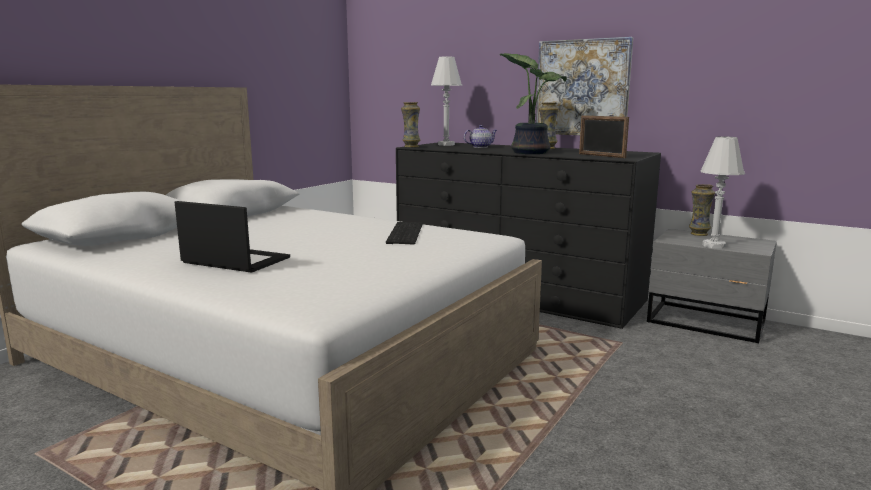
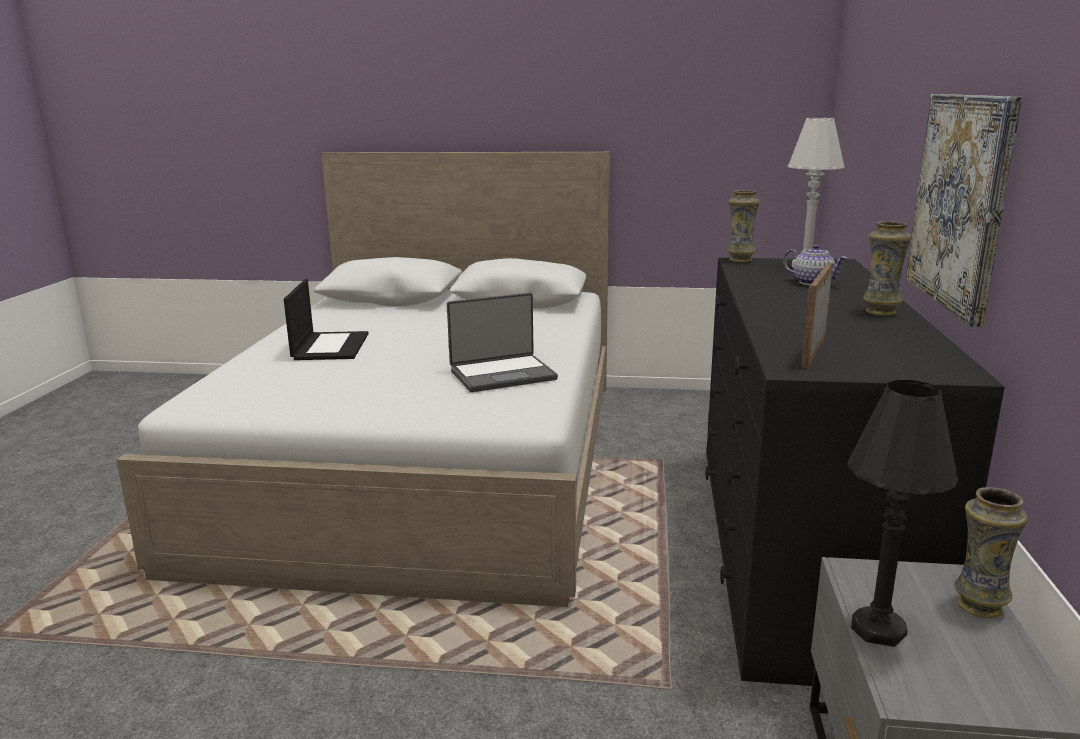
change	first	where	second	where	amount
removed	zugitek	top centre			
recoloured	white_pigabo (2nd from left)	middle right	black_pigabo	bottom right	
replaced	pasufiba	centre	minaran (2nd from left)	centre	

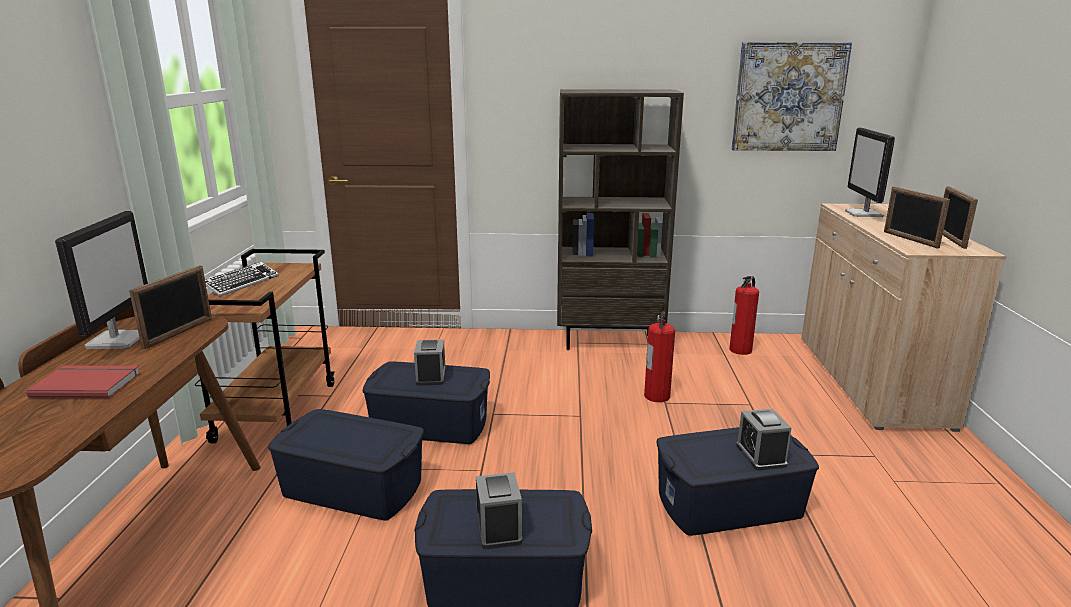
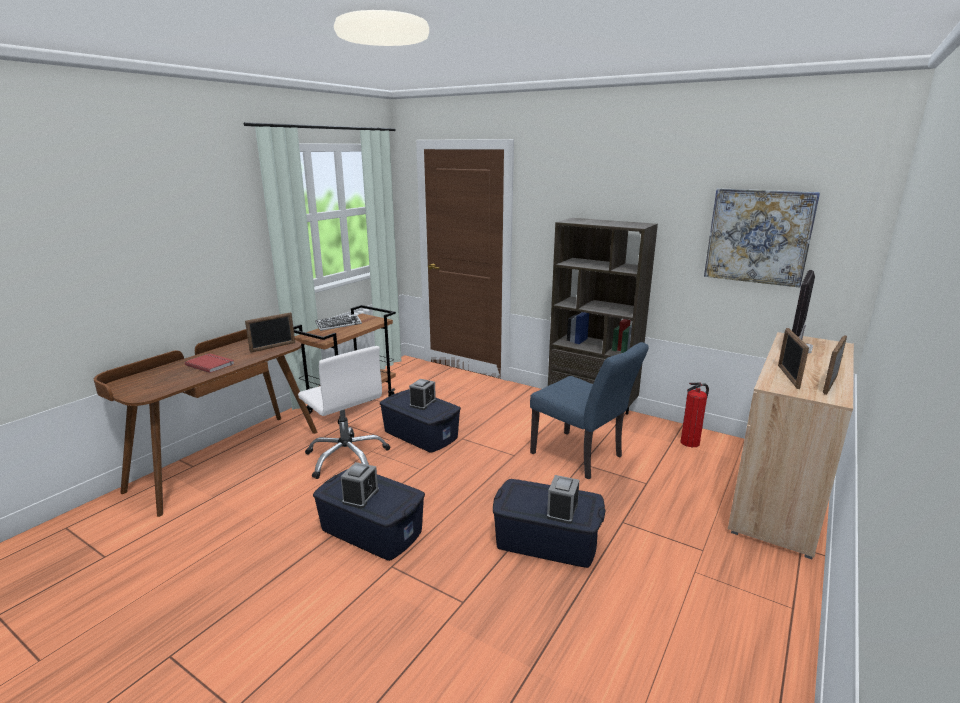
change	first	where	second	where	amount
removed	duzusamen (1st from left)	middle left			
replaced	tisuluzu (1st from left)	centre	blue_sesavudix	centre	
replaced	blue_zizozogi (1st from left)	bottom left	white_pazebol	centre	

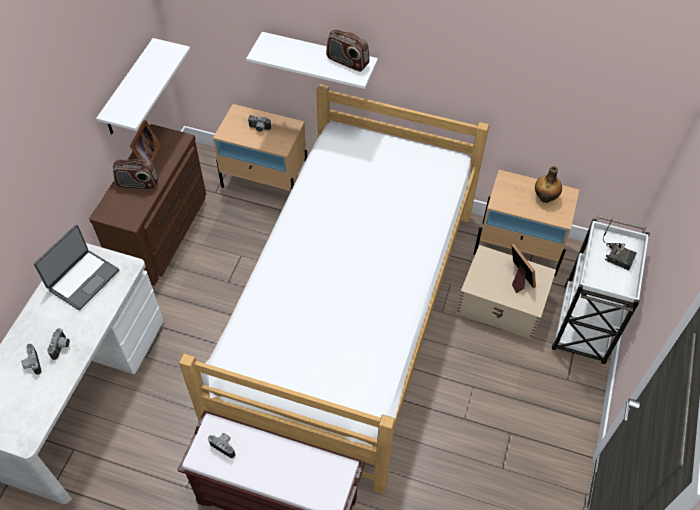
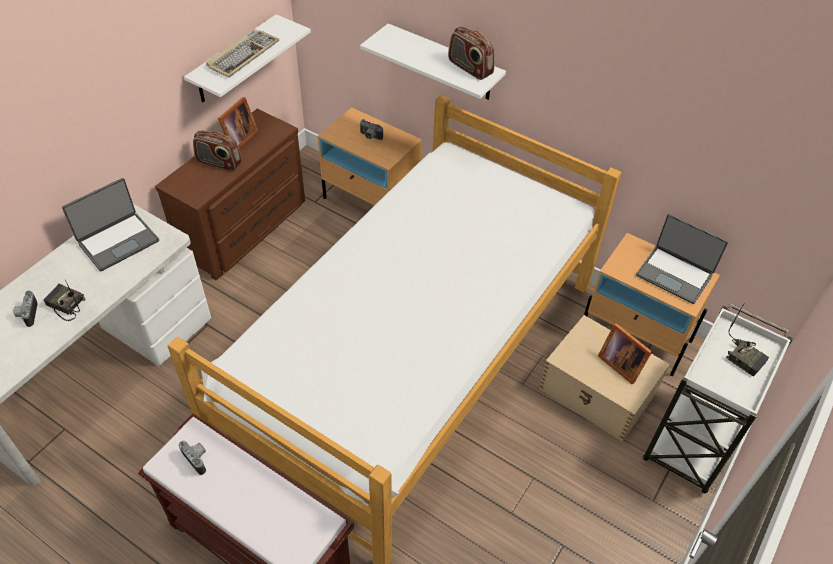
change	first	where	second	where	amount
replaced	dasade	middle right	minaran (2nd from left)	middle right	
turned	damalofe (2nd from left)	middle right		middle right	150 degrees clockwise
replaced	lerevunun (2nd from left)	bottom left	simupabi (1st from left)	middle left	
added			pasufiba	top left	

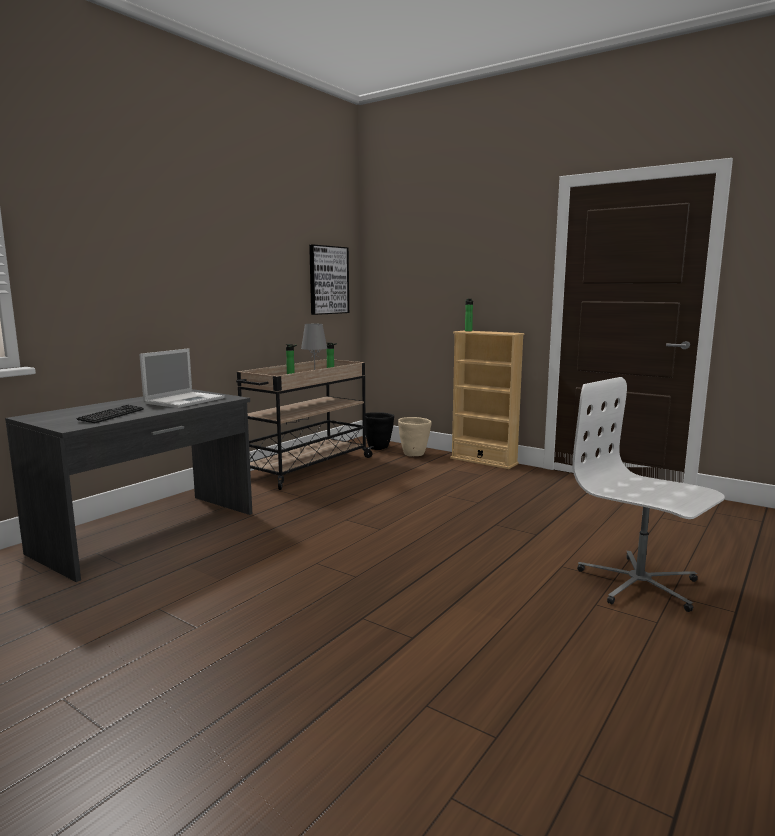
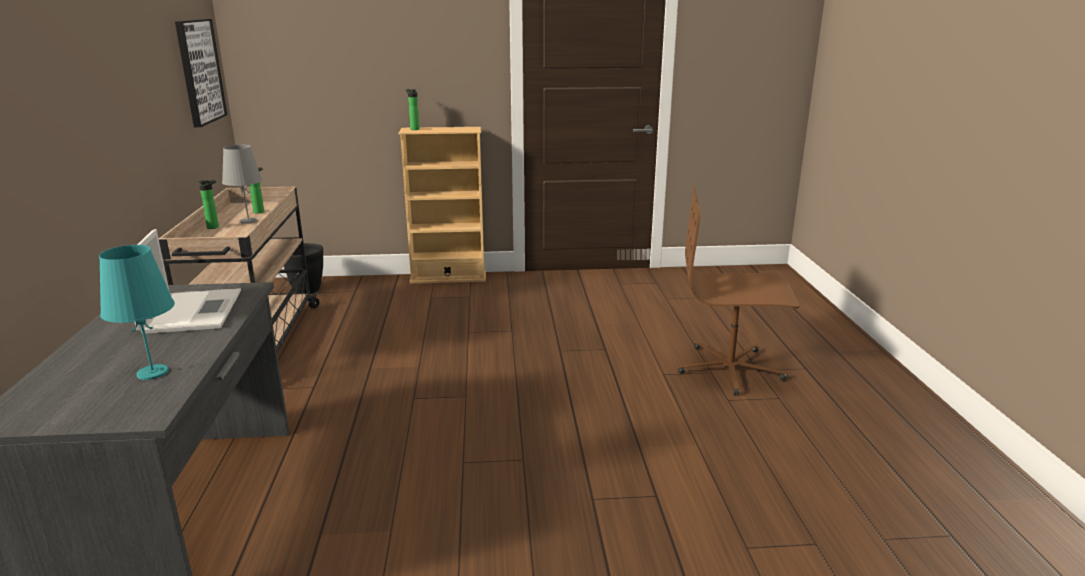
change	first	where	second	where	amount
recoloured	white_pazebol	middle right	brown_pazebol	middle right	
replaced	pasufiba	middle left	turquoise_pigabo	middle left	
removed	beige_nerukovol	centre			

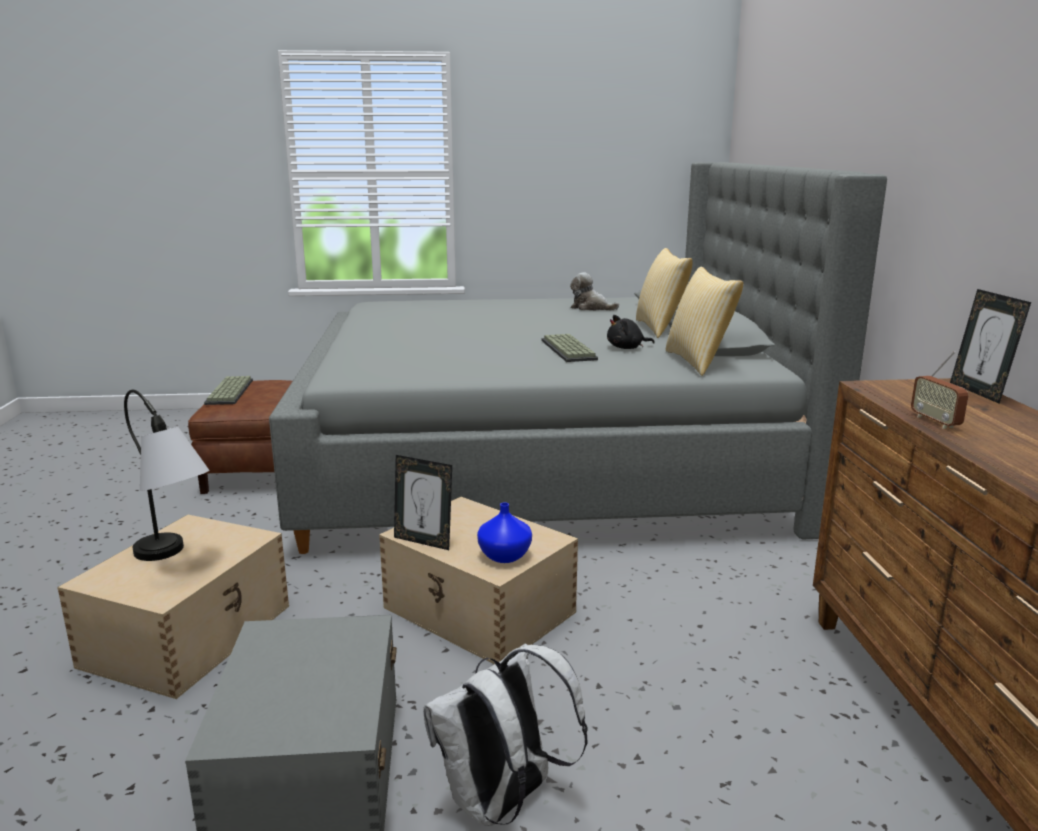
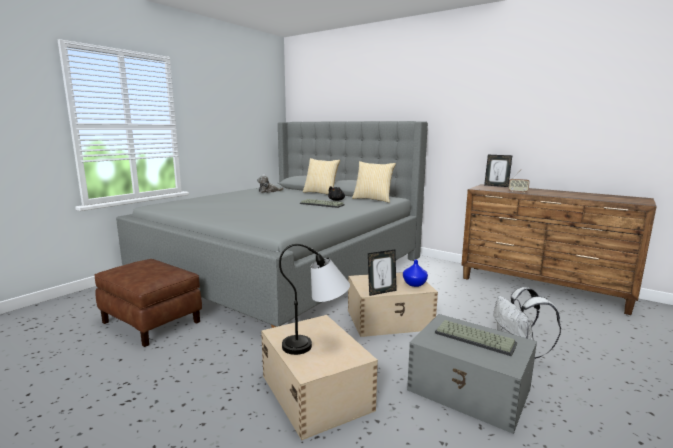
change	first	where	second	where	amount
moved	pasufiba (1st from left in the first image)	middle left	pasufiba (2nd from left)	bottom right	

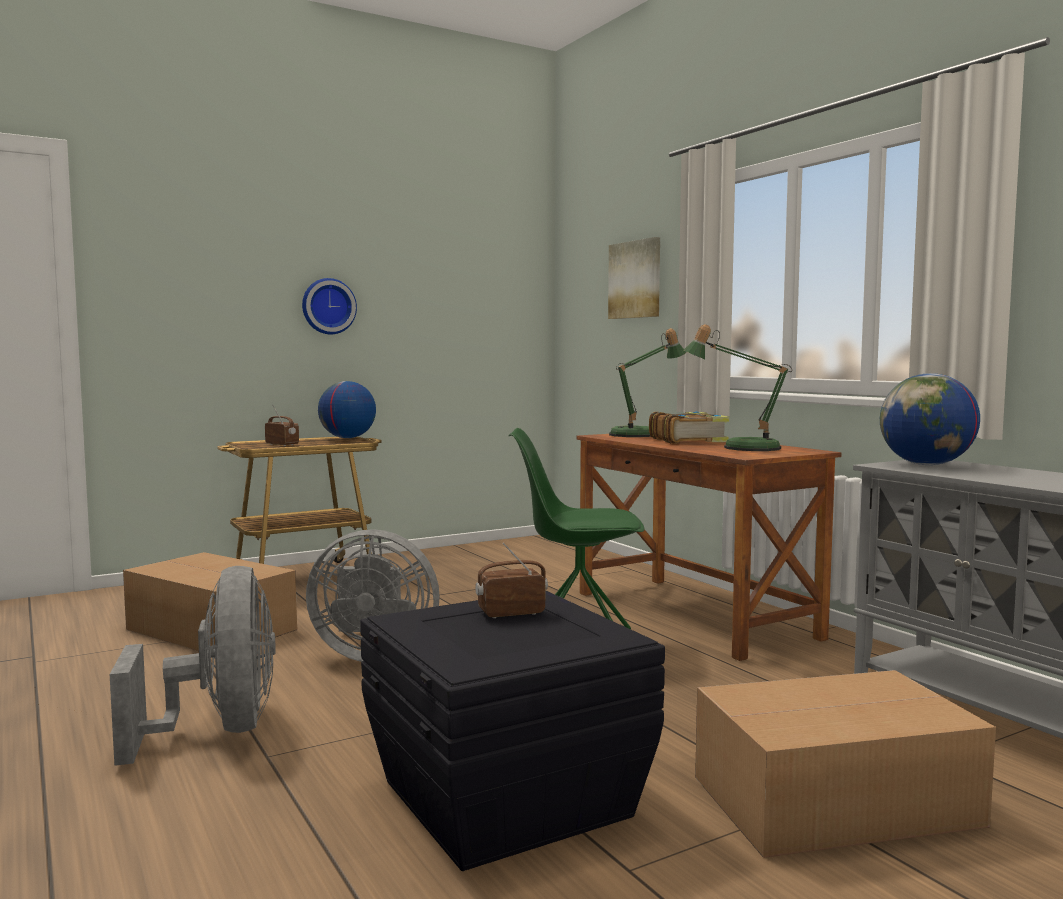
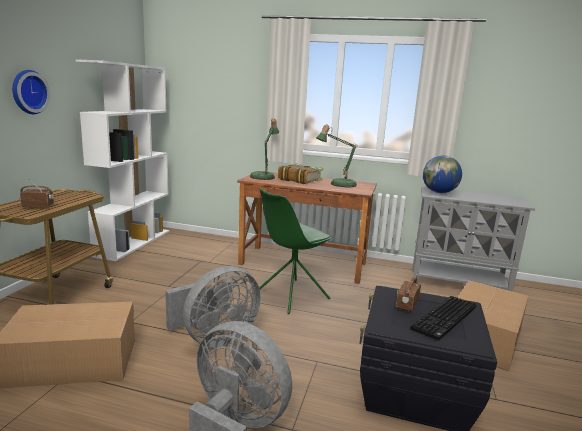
change	first	where	second	where	amount
removed	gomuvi	top centre			
removed	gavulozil (1st from left)	middle left			
added			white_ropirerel	middle left	
added			pasufiba	bottom right	

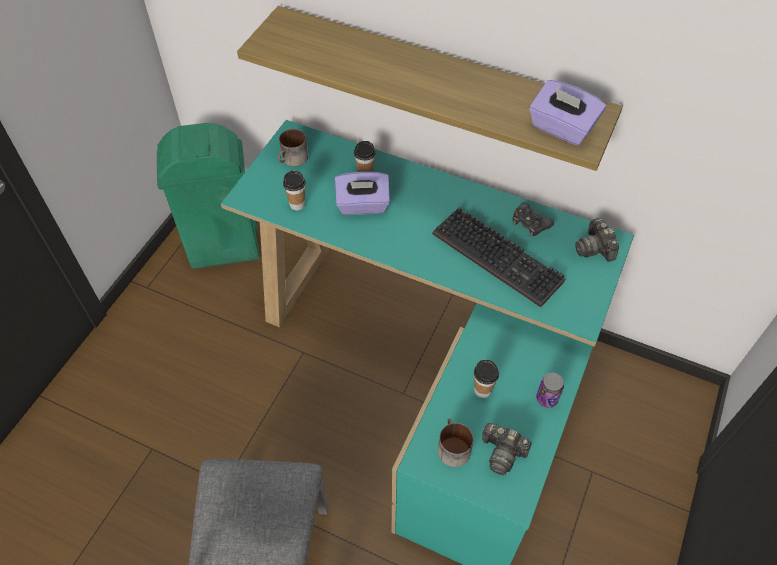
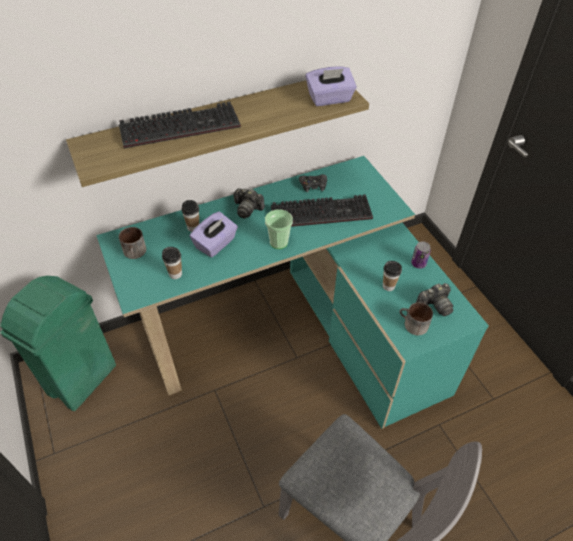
change	first	where	second	where	amount
moved	lerevunun (2nd from left in the first image)	middle right	lerevunun (1st from left)	centre	
added			pasufiba (1st from left)	top left	
added			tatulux (3rd from left)	centre	

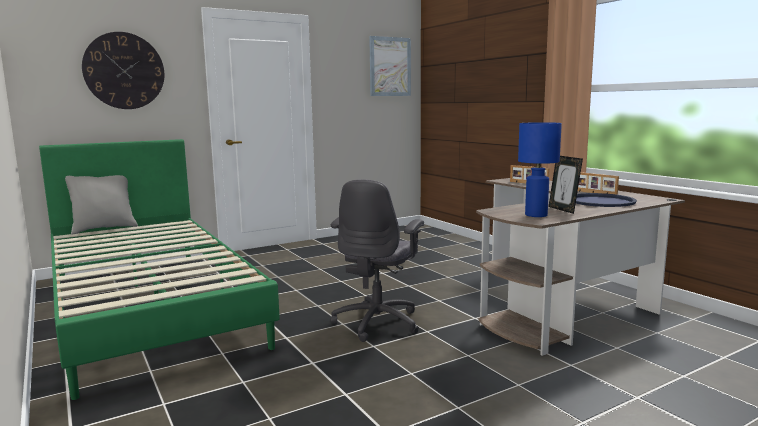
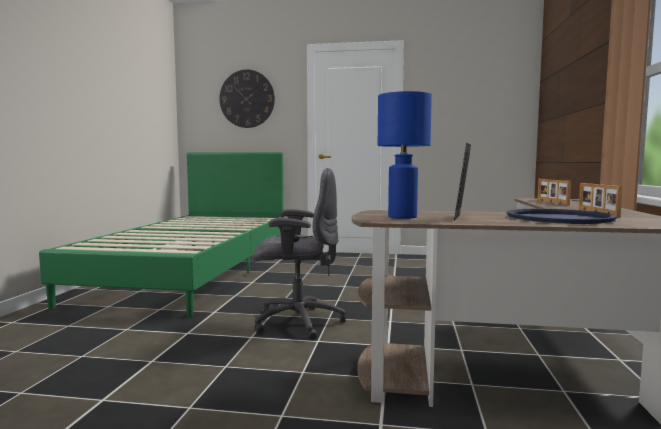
change	first	where	second	where	amount
removed	gomuvi	top centre			
removed	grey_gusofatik	middle left			
turned	grey_pazebol	centre		centre	150 degrees counterclockwise

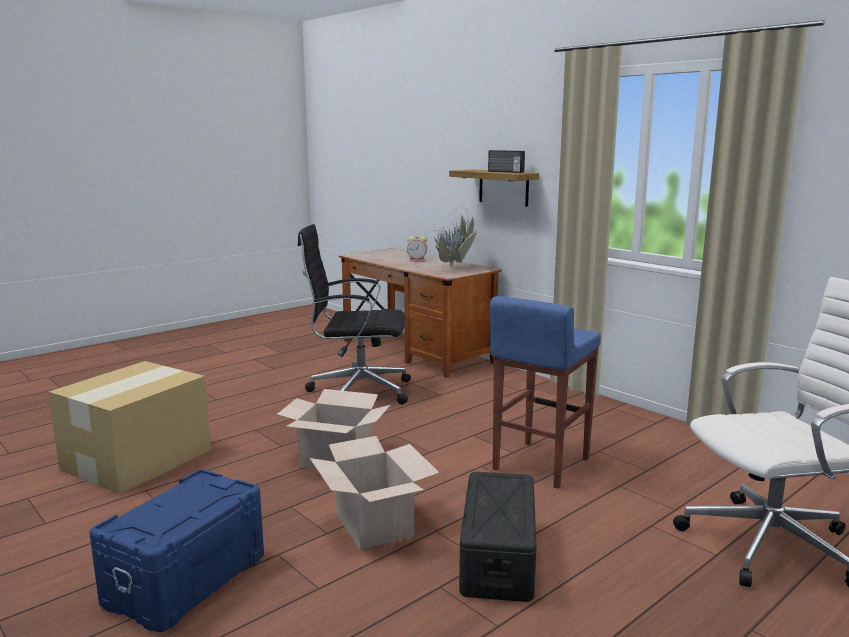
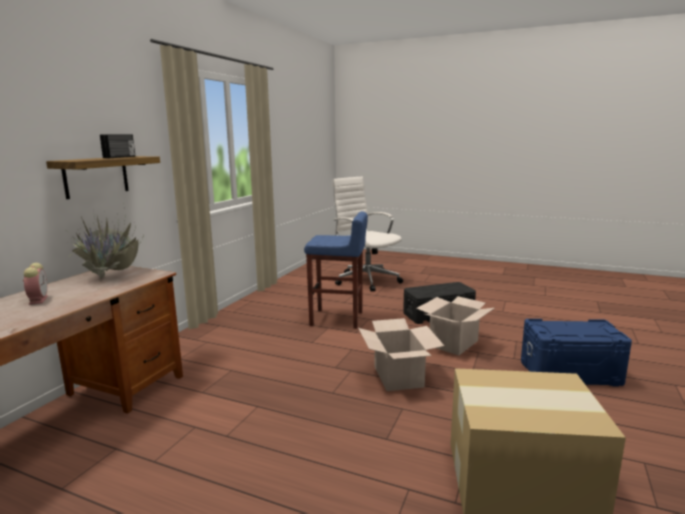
change	first	where	second	where	amount
removed	black_pazebol	centre			

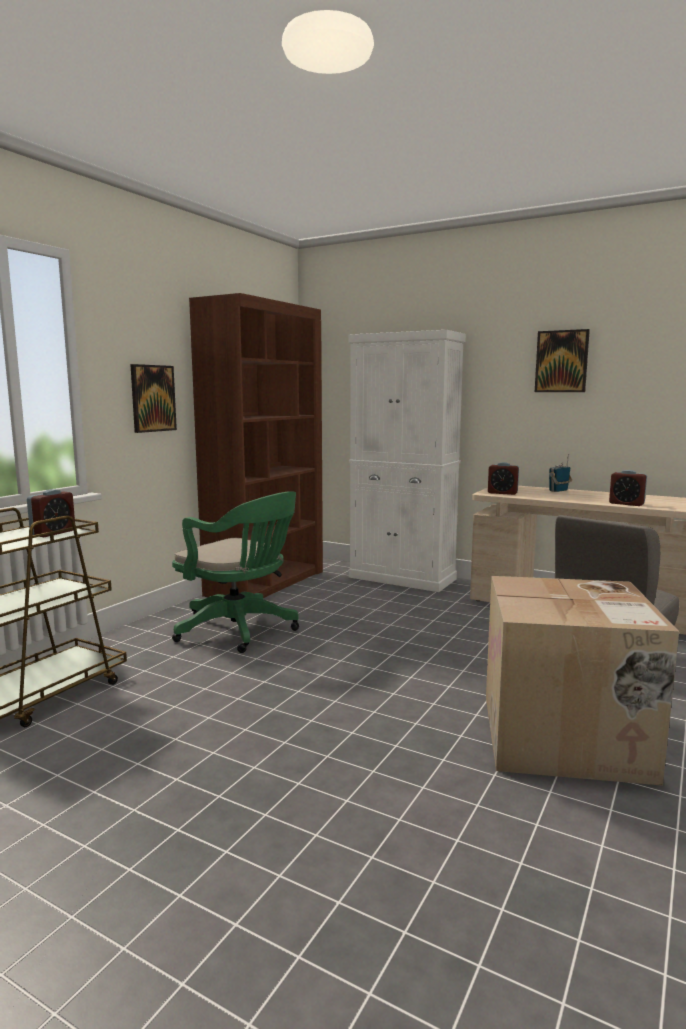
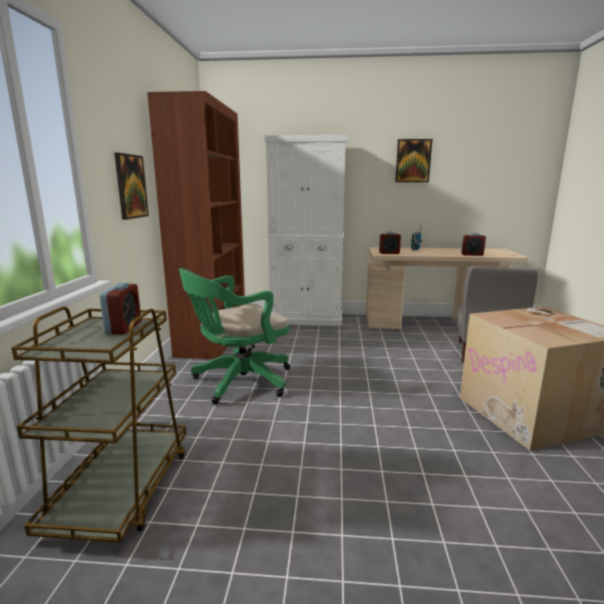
change	first	where	second	where	amount
turned	green_pazebol	centre		centre	135 degrees clockwise

